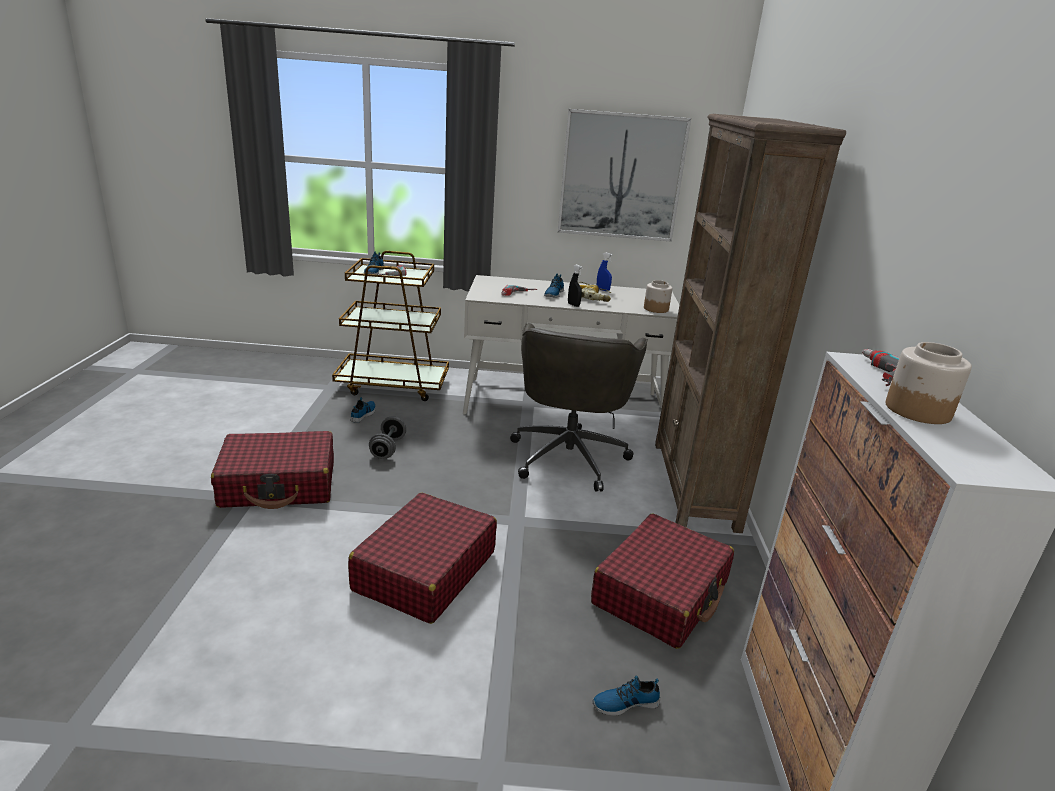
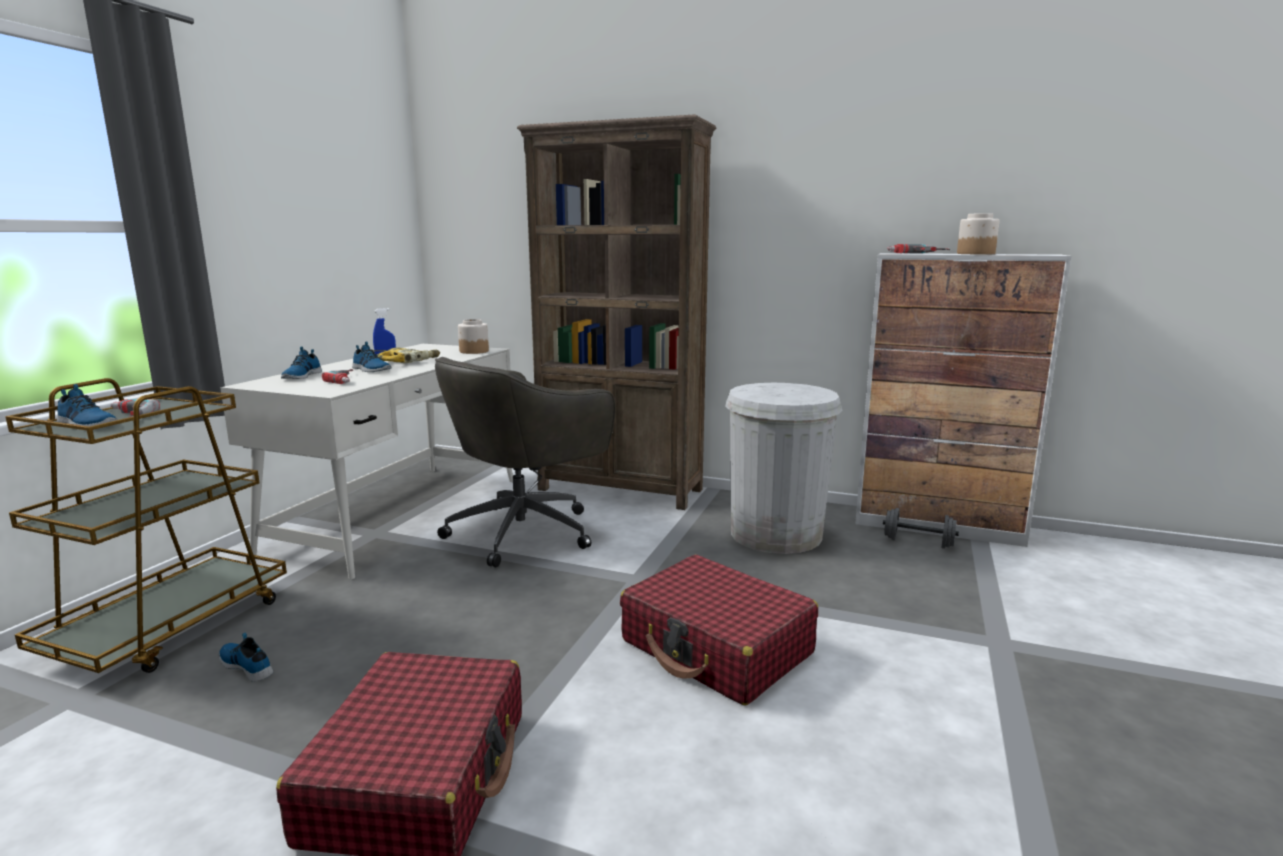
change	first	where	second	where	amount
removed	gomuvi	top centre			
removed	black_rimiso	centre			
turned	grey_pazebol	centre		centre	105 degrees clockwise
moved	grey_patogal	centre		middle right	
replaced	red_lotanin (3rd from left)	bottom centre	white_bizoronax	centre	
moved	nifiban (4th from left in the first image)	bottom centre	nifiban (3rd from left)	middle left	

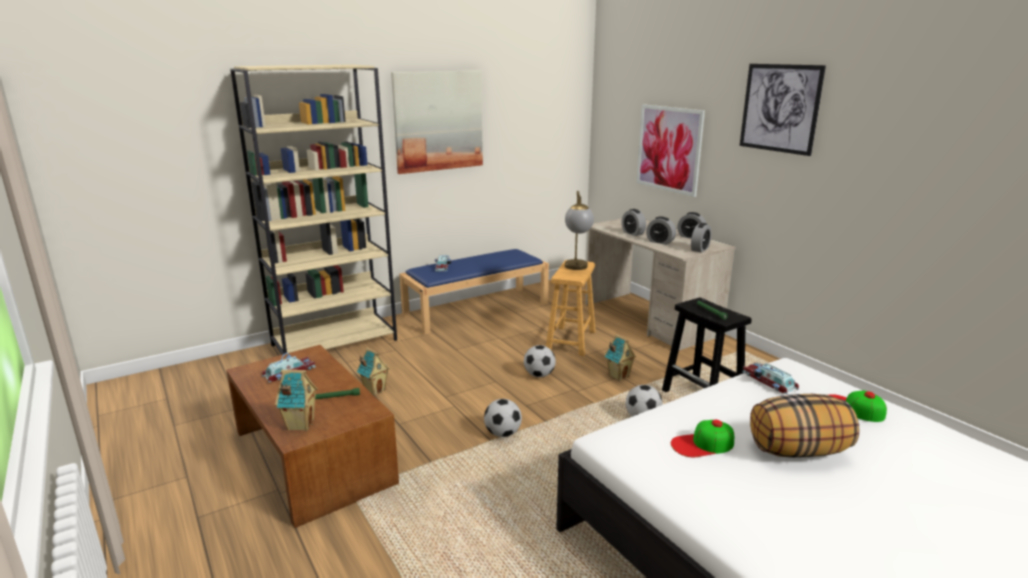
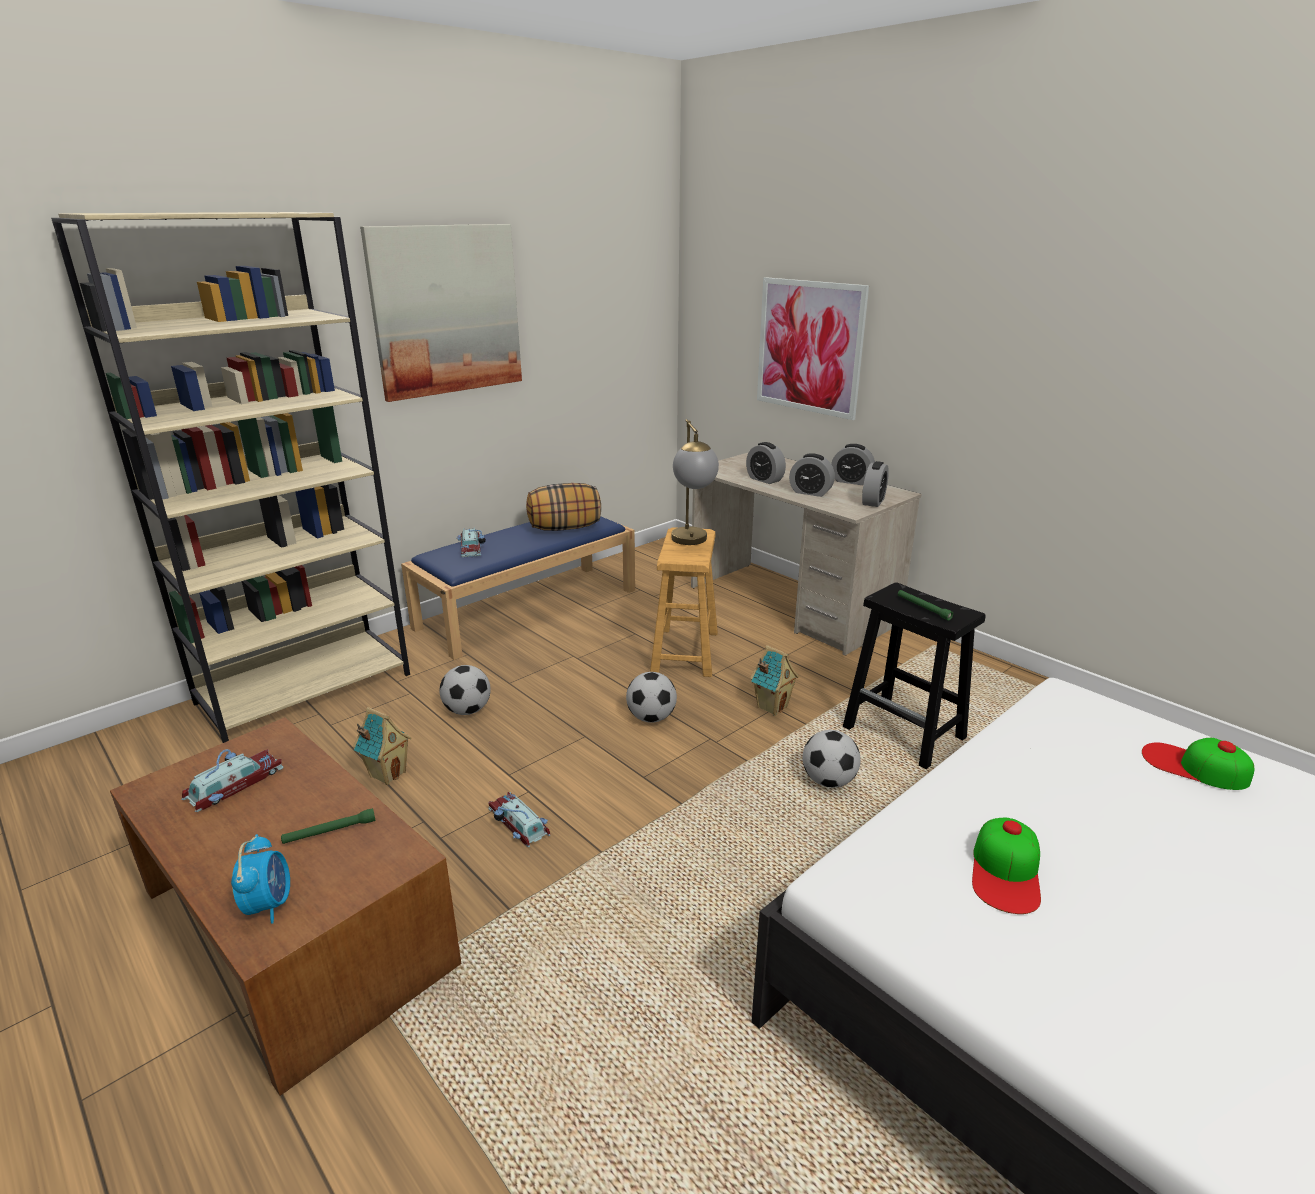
change	first	where	second	where	amount
removed	gomuvi (3rd from left)	top right			
moved	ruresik (3rd from left)	middle right		bottom centre	
replaced	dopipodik (1st from left)	bottom left	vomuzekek (1st from left)	bottom left	
moved	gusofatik	bottom right		centre	
moved	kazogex (1st from left)	bottom centre		centre	
turned	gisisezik (1st from left)	bottom right		bottom right	45 degrees counterclockwise

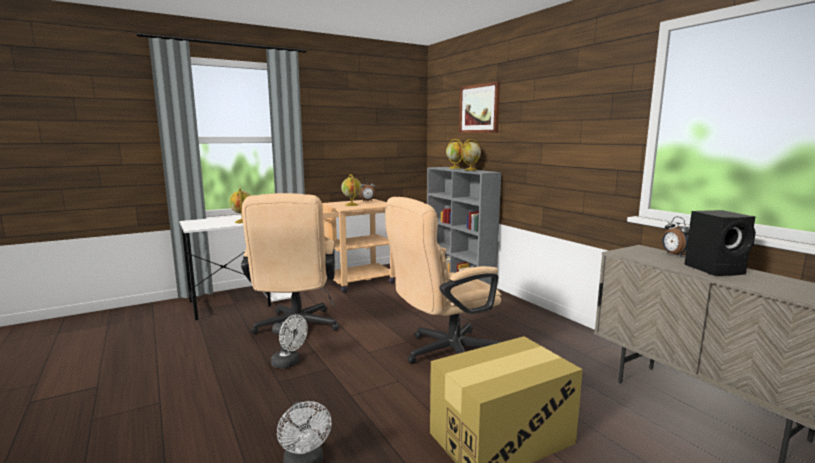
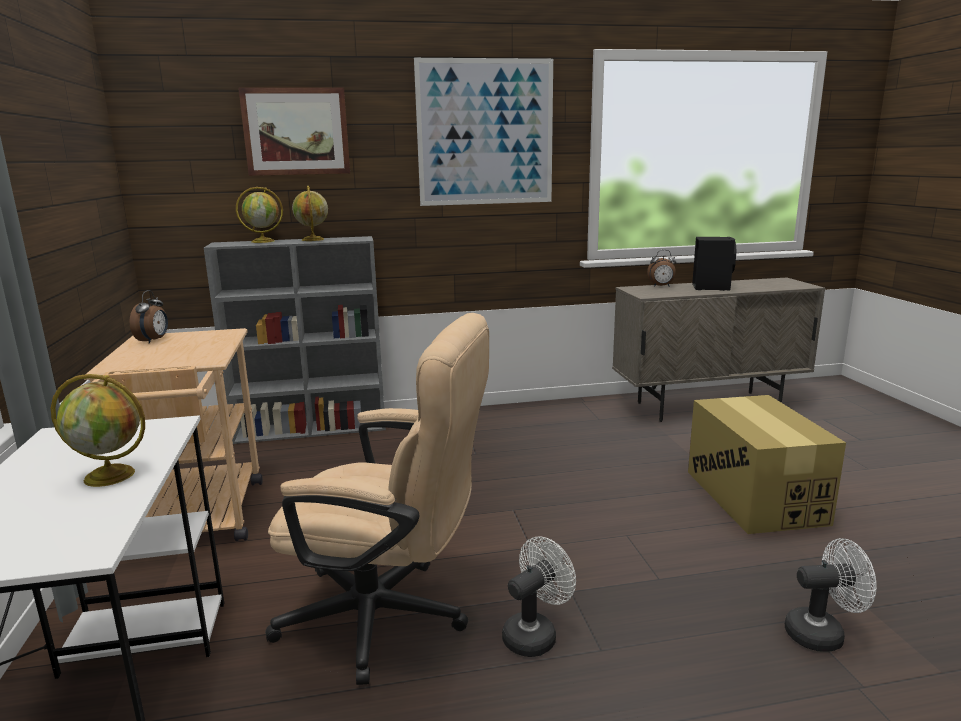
change	first	where	second	where	amount
removed	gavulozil (2nd from left)	centre			
removed	beige_pazebol (2nd from left)	centre			
added			gomuvi (2nd from left)	top centre	

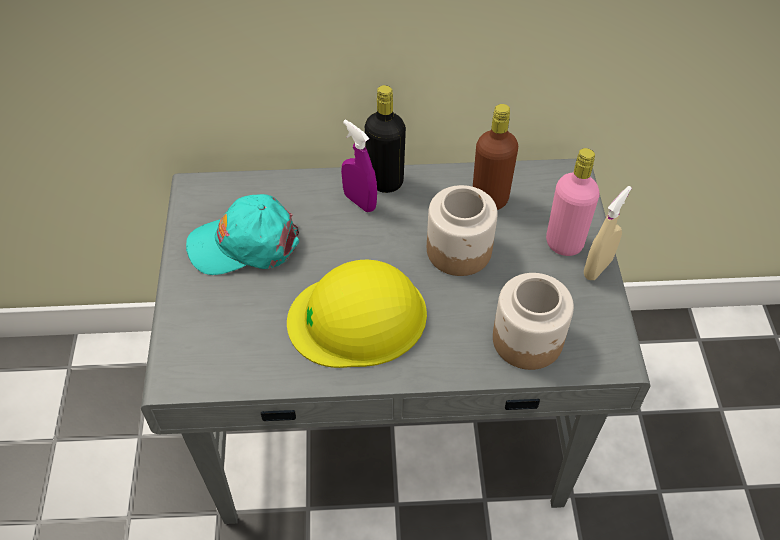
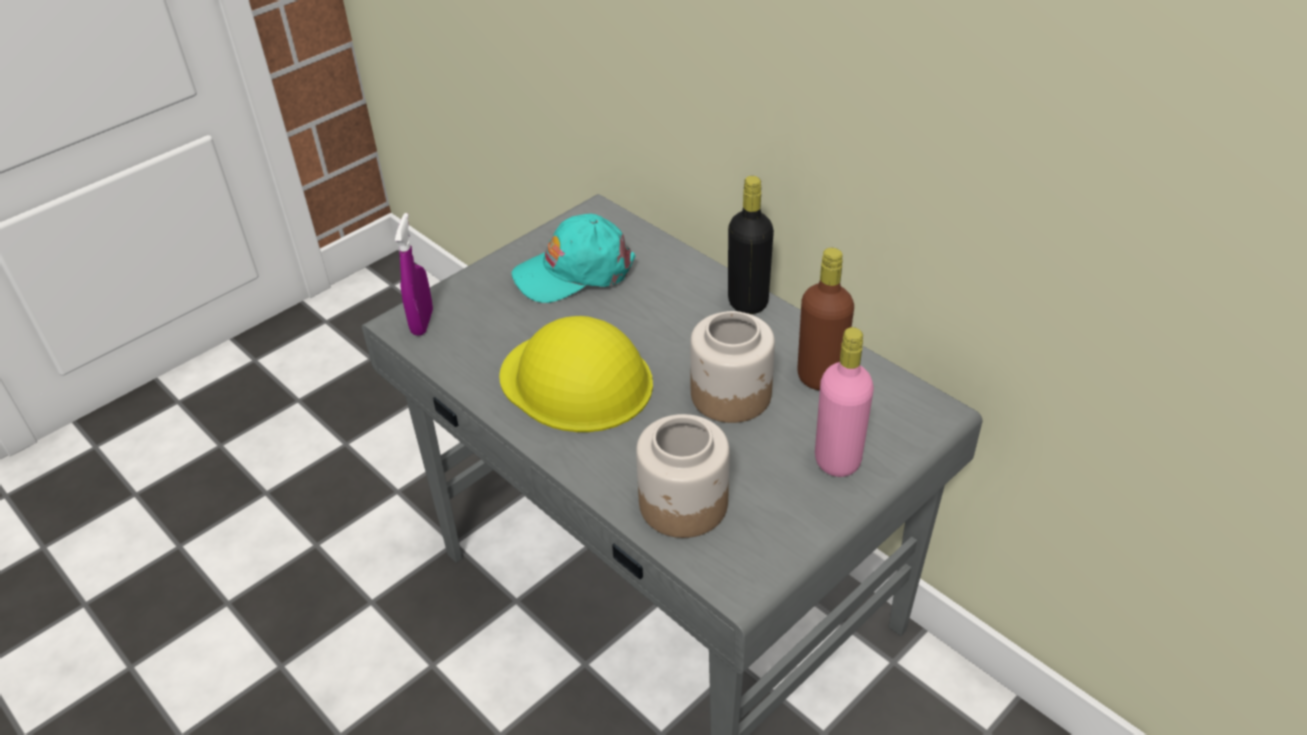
change	first	where	second	where	amount
moved	purple_rimiso	top centre		middle left	
removed	beige_rimiso	middle right			
turned	turquoise_gisisezik	middle left		centre	60 degrees counterclockwise

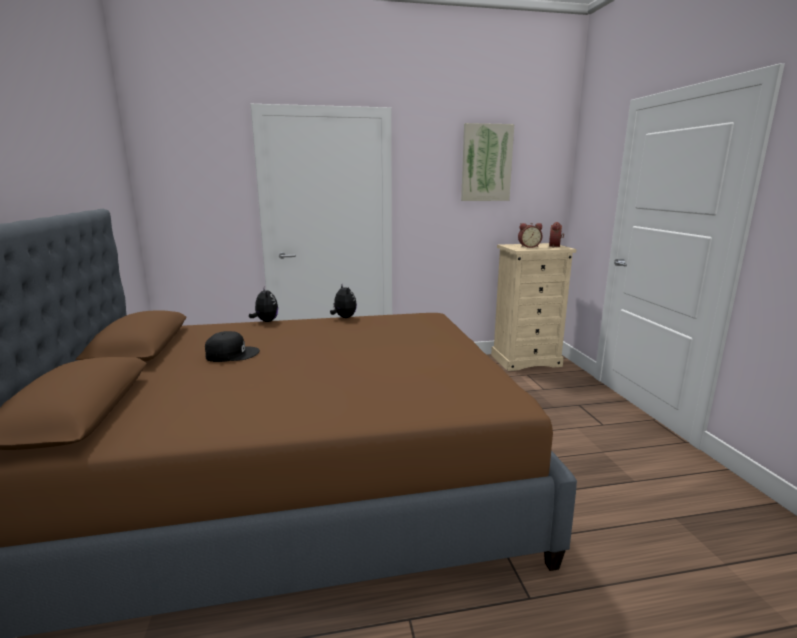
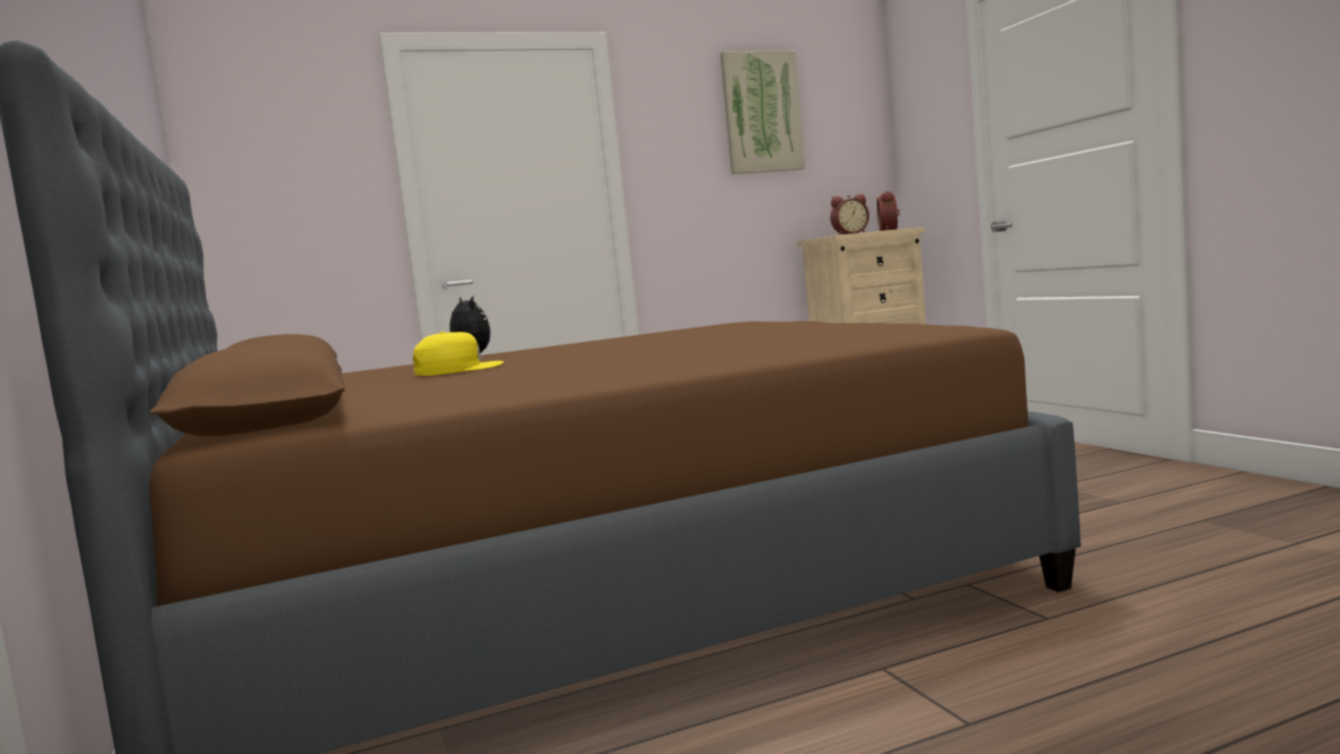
change	first	where	second	where	amount
removed	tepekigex (2nd from left)	centre			
recoloured	black_gisisezik	middle left	yellow_gisisezik	centre	

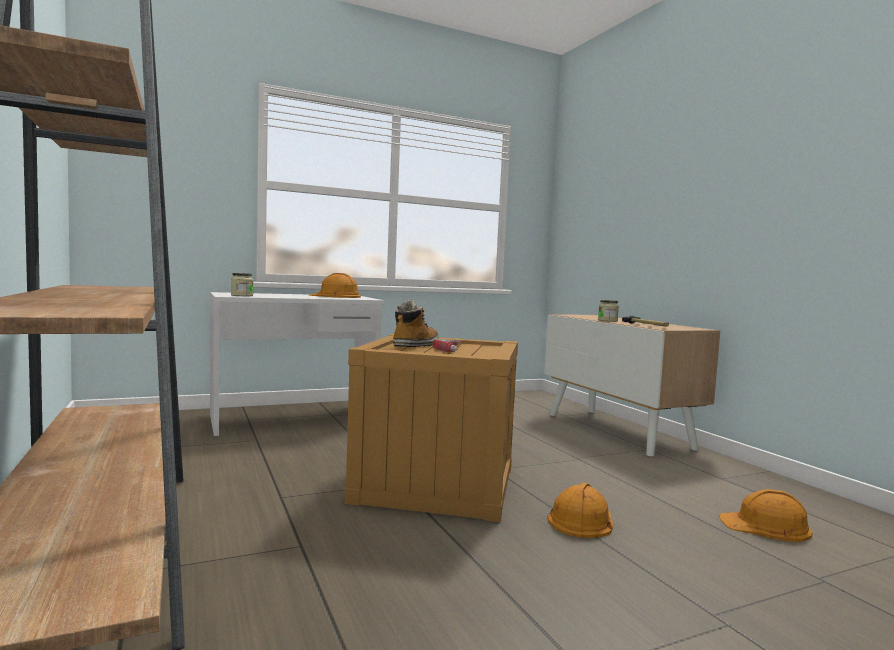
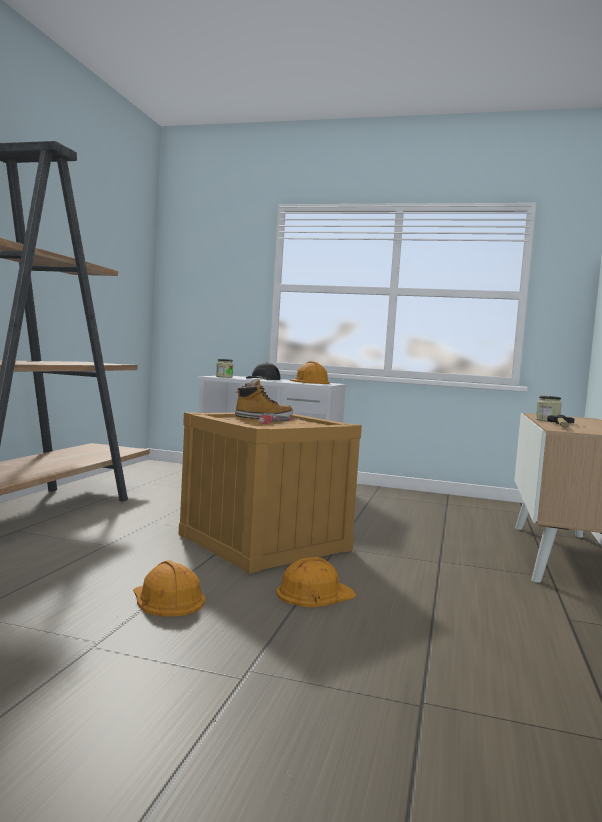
change	first	where	second	where	amount
moved	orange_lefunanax (3rd from left in the first image)	bottom right	orange_lefunanax (1st from left)	bottom left	
added			black_gisisezik	centre	

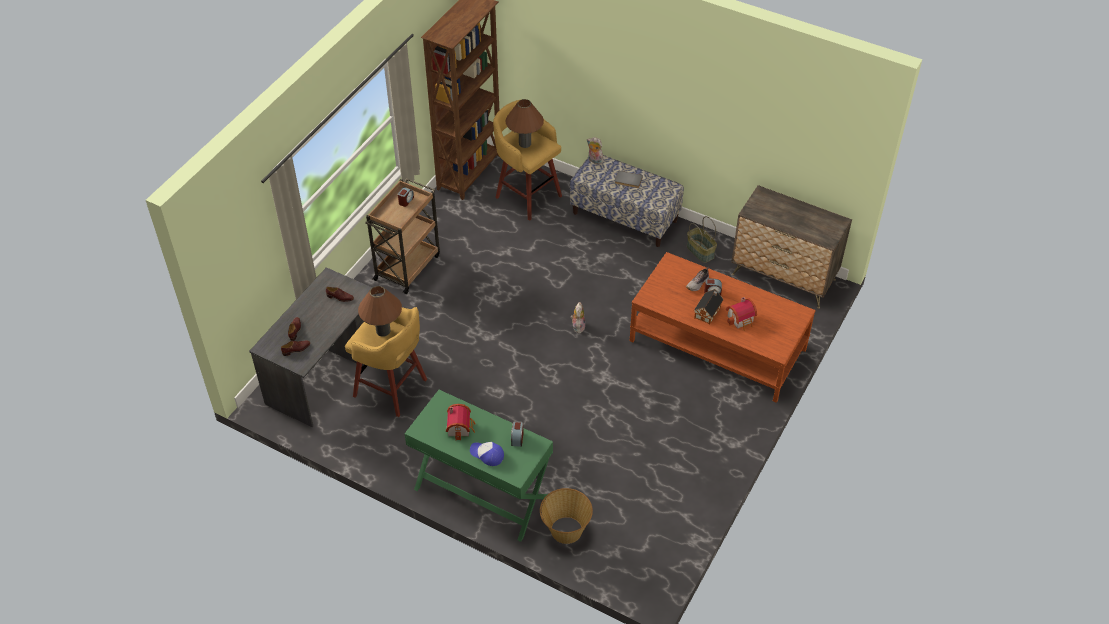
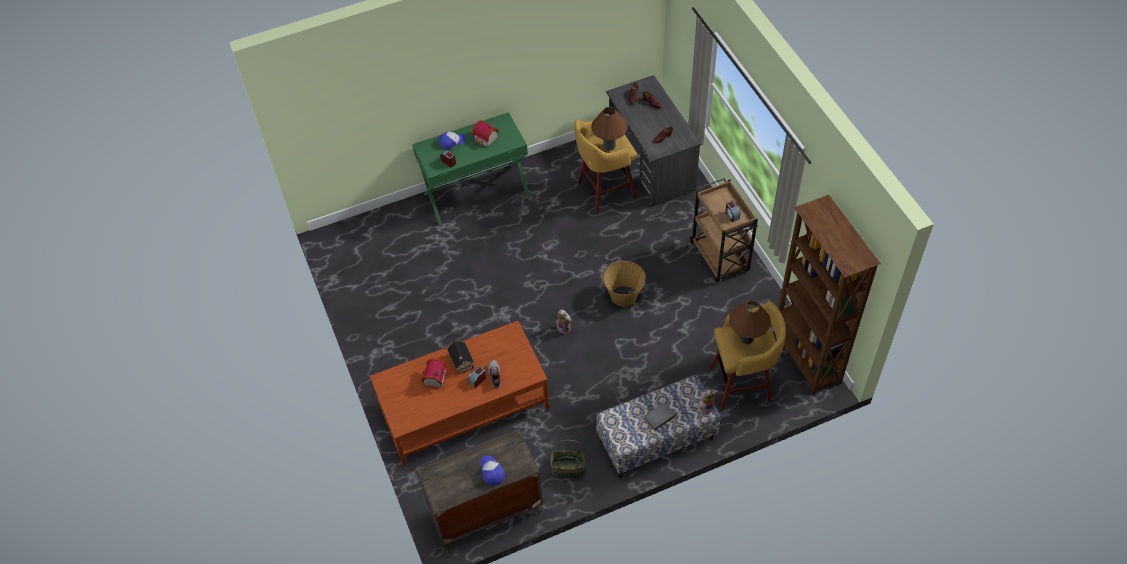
change	first	where	second	where	amount
moved	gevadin (1st from left in the first image)	bottom centre	gevadin (2nd from left)	centre	
added			gisisezik (2nd from left)	bottom centre	

